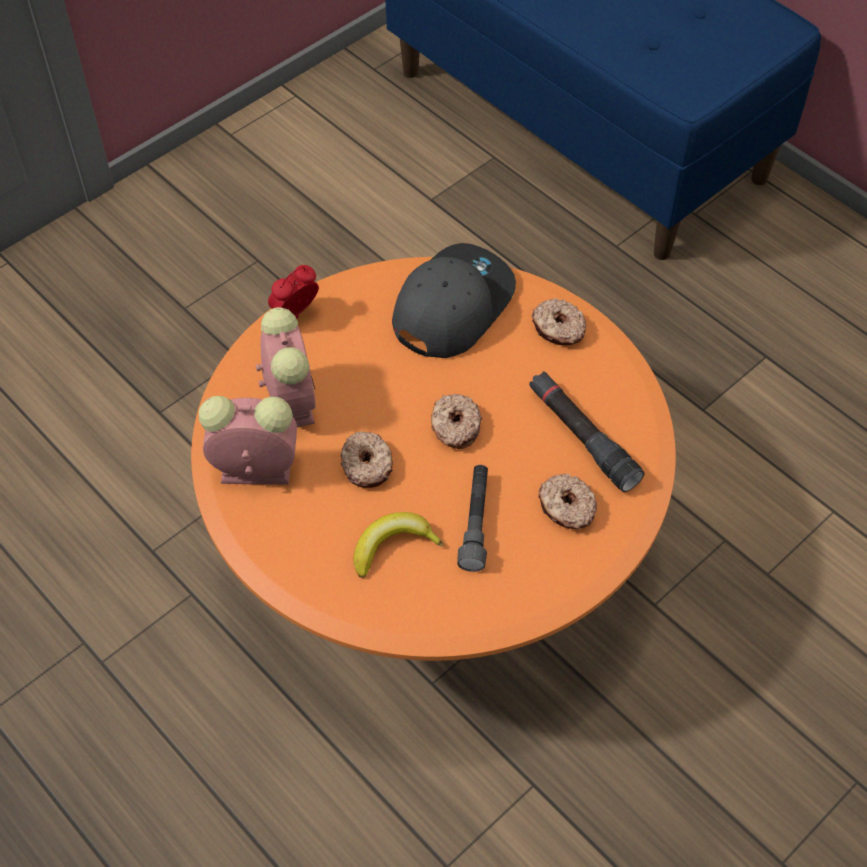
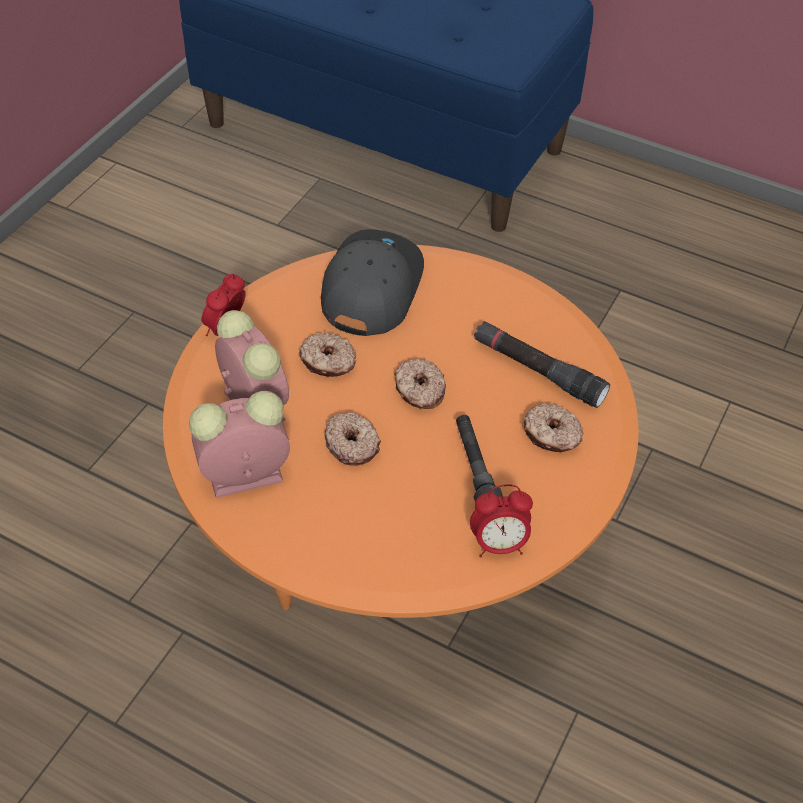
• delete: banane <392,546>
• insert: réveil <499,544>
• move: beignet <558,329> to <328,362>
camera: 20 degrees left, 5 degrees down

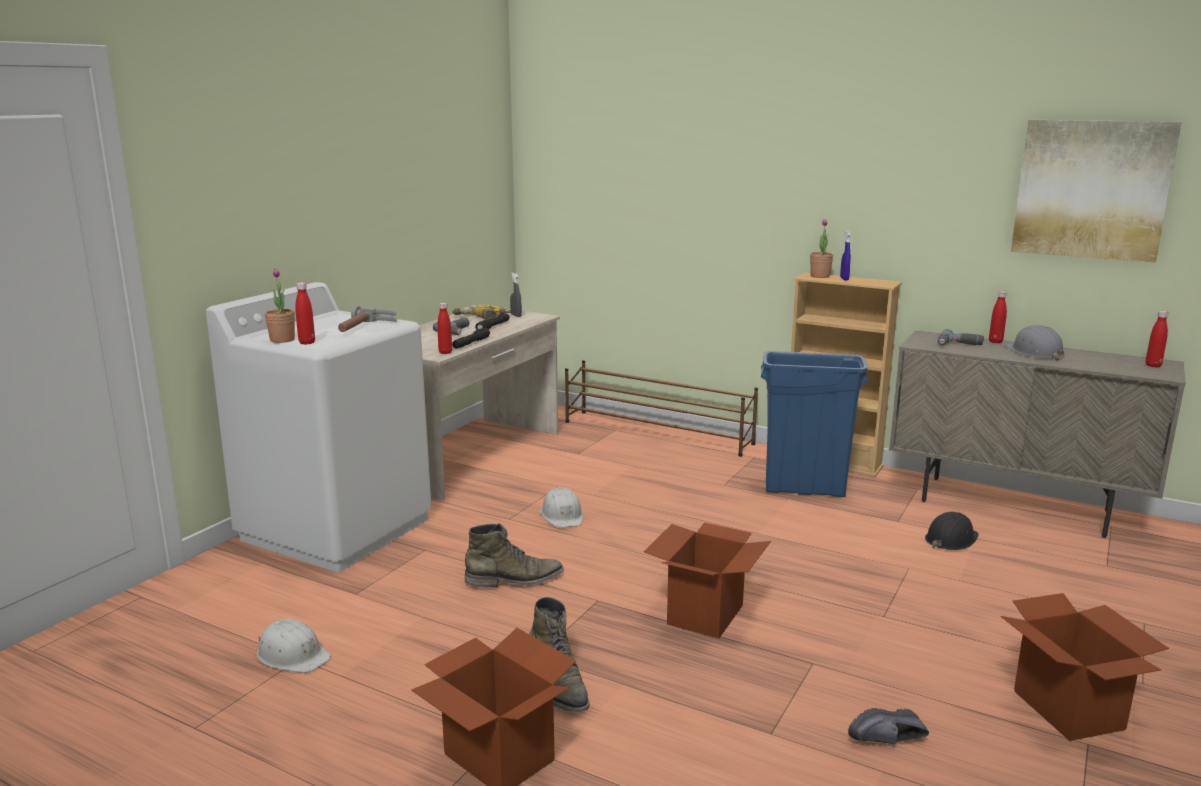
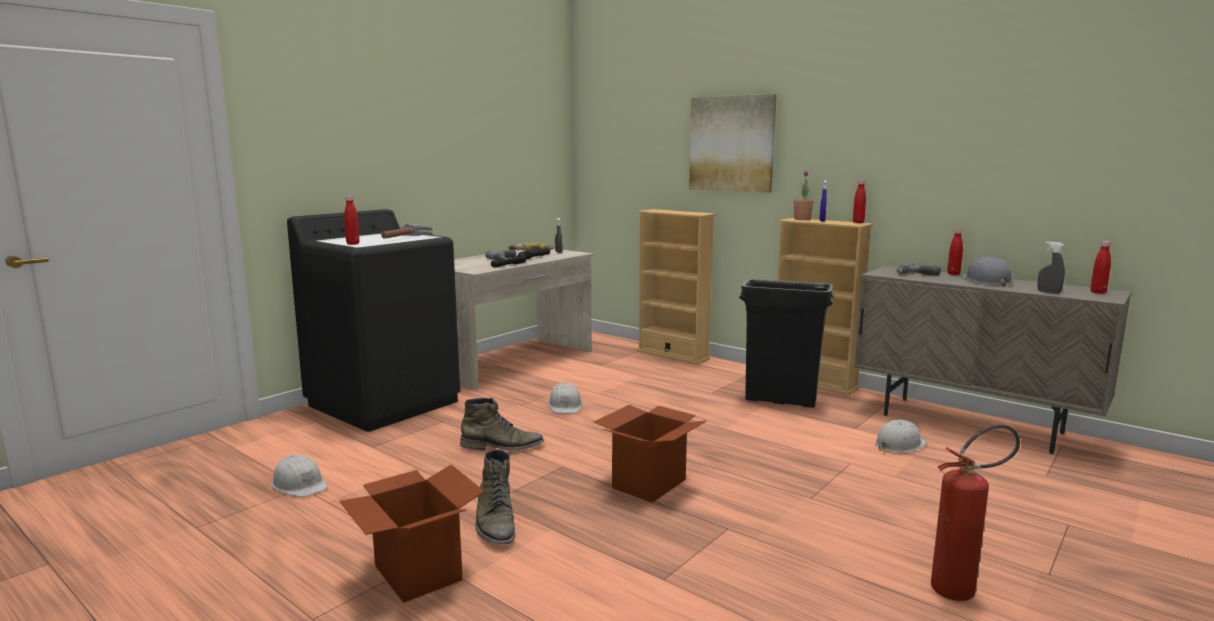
• delete: plante en pot <282,340>
• delete: chaussure/noir <889,742>
• insert: vaporisateur/gris <1048,292>
• move: bouteille/rouge <445,352> to <858,222>
• move: tableau <1091,189> to <732,144>
• replace: étagère à chaussures/marron <657,433> to bibliothèque/beige <673,355>
• replace: carton <1068,710> to extincteur <962,589>
• recolor: lave-linge/blanc <337,528> to lave-linge/noir <384,403>
• recolor: poubelle/bleu <804,489> to poubelle/noir <780,400>
• recolor: casque de chantier/noir <951,539> to casque de chantier/blanc <899,444>
camera: 10 degrees right, 5 degrees down

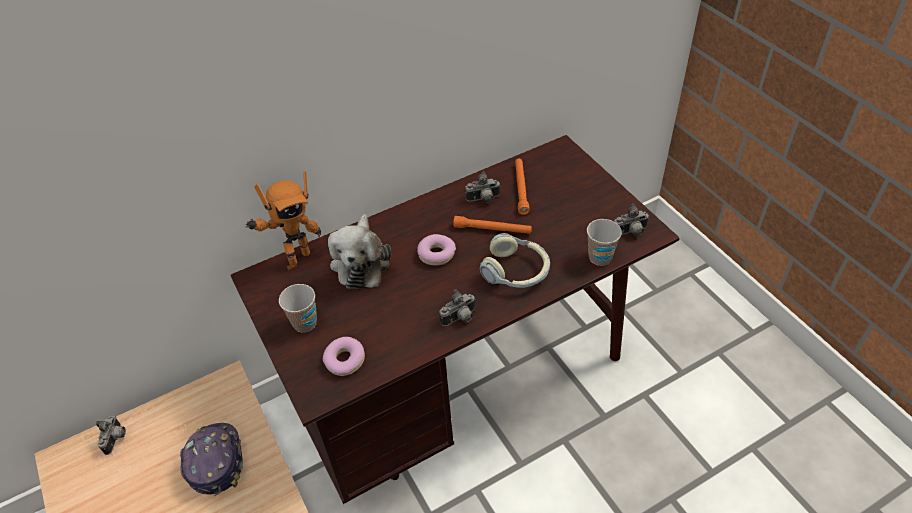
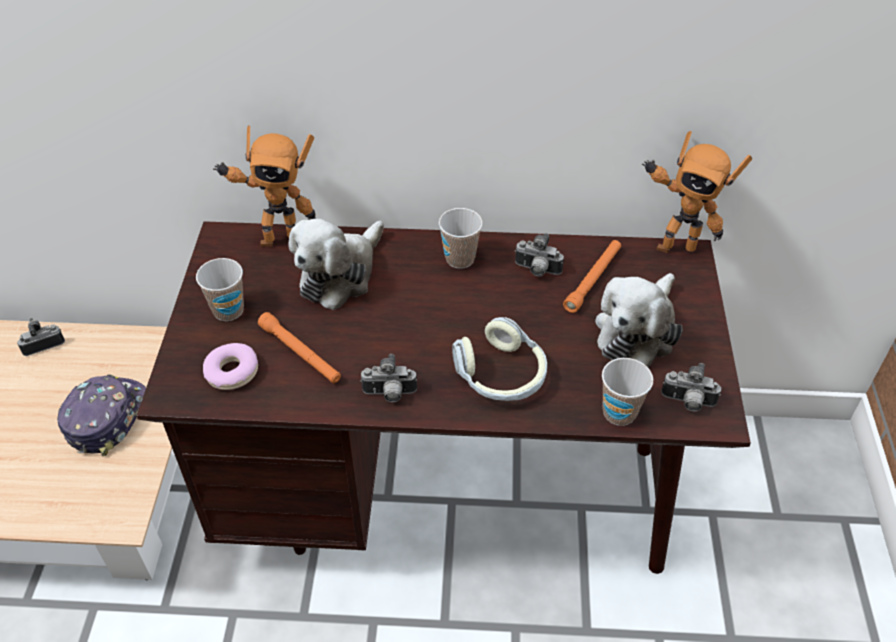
• delete: beignet <436,254>
• insert: tasse <460,259>
• insert: peluche <637,332>
• insert: robot jouet <675,245>
• move: lampe de poche/orange <492,229> to <300,353>
• rotate: appareil photo <116,439> = <43,345> 150 degrees counterclockwise
camera: 30 degrees right, 0 degrees up

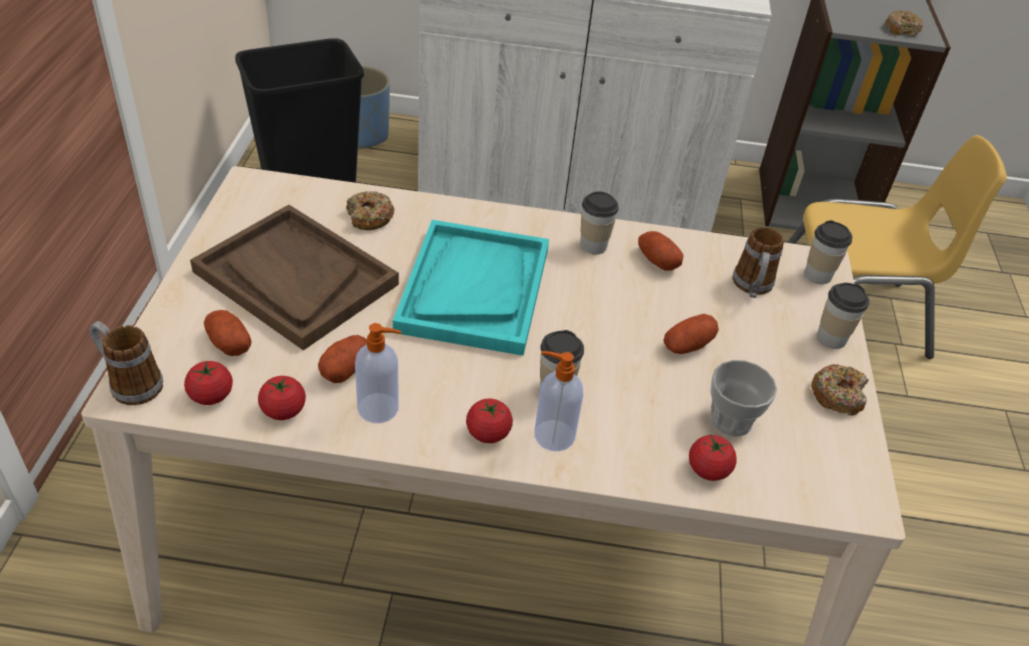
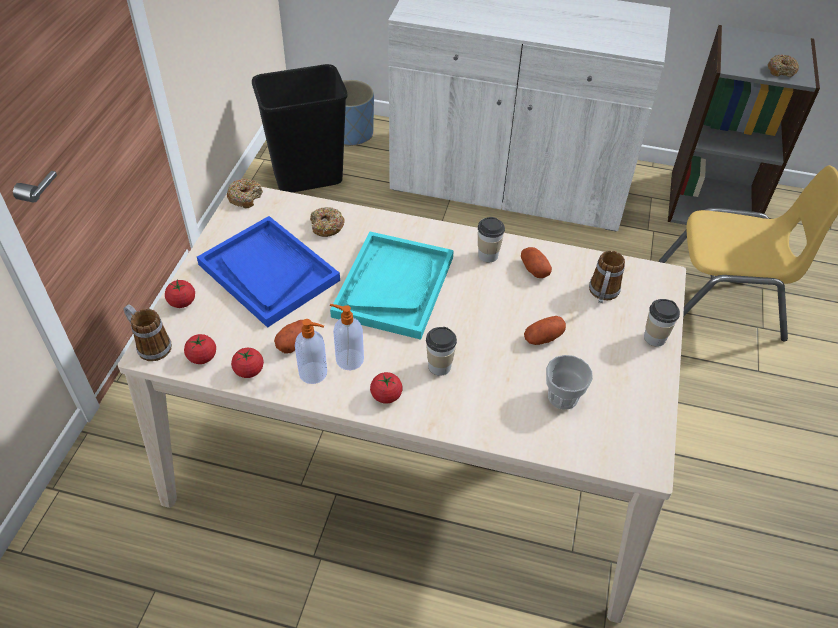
• delete: pomme de terre <229,343>
• delete: tasse <818,275>
• move: distributeur de savon <552,435> to <348,359>
• move: tomate <708,469> to <182,302>
• move: beignet <837,395> to <245,197>
• recolor: plateau/marron <295,278> to plateau/bleu <268,272>
camera: 10 degrees right, 5 degrees up

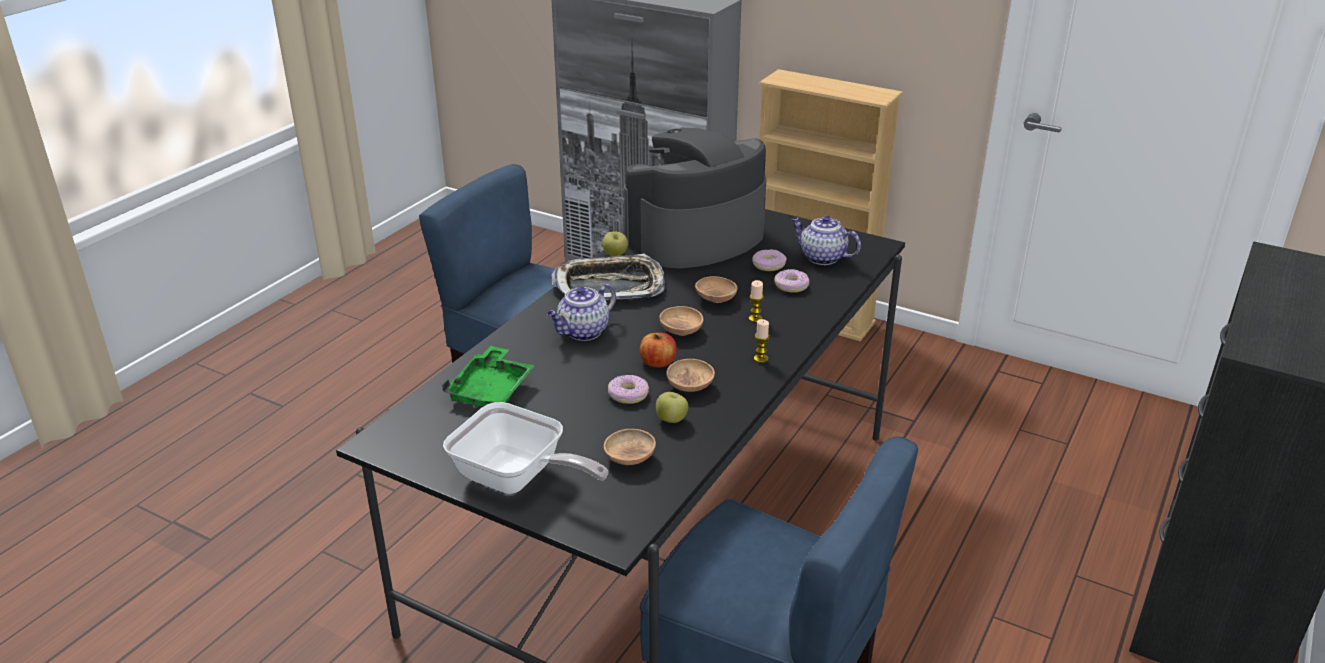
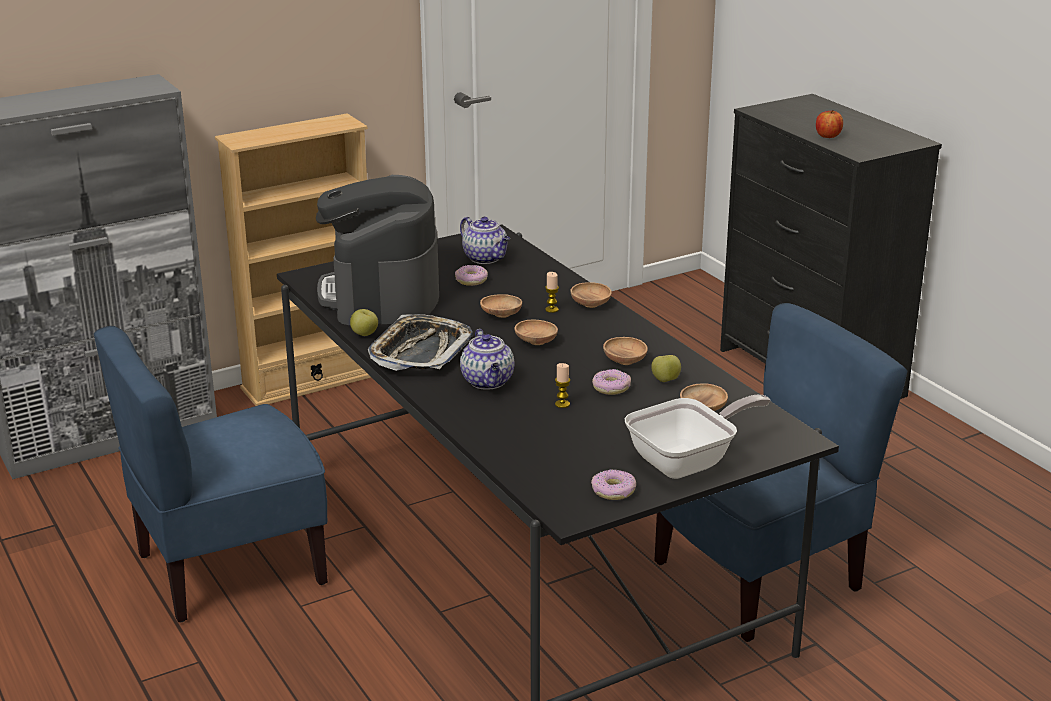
• delete: plateau/vert <492,390>
• insert: bol/marron <590,304>
• move: pomme <658,363> to <828,136>
• move: bougie <761,359> to <562,404>
• move: beignet <791,286> to <613,491>
• rotate: théière <821,257> = <486,258> 105 degrees counterclockwise
camera: 60 degrees left, 5 degrees down

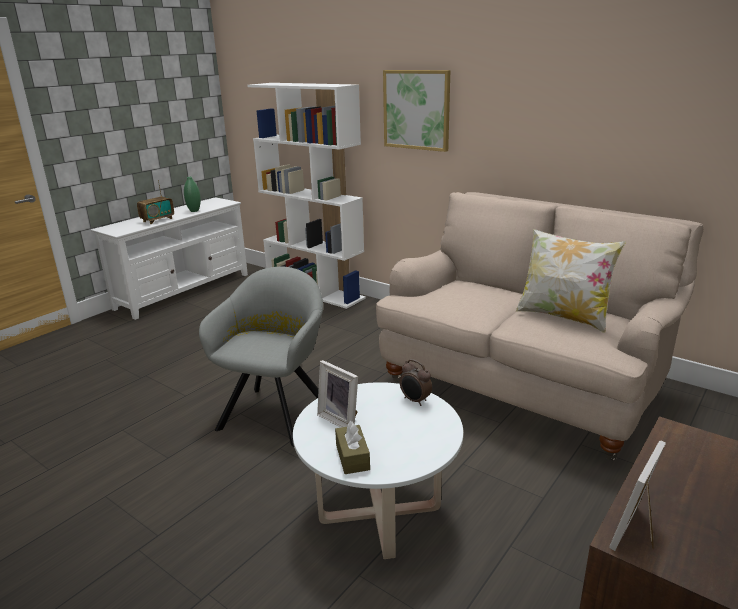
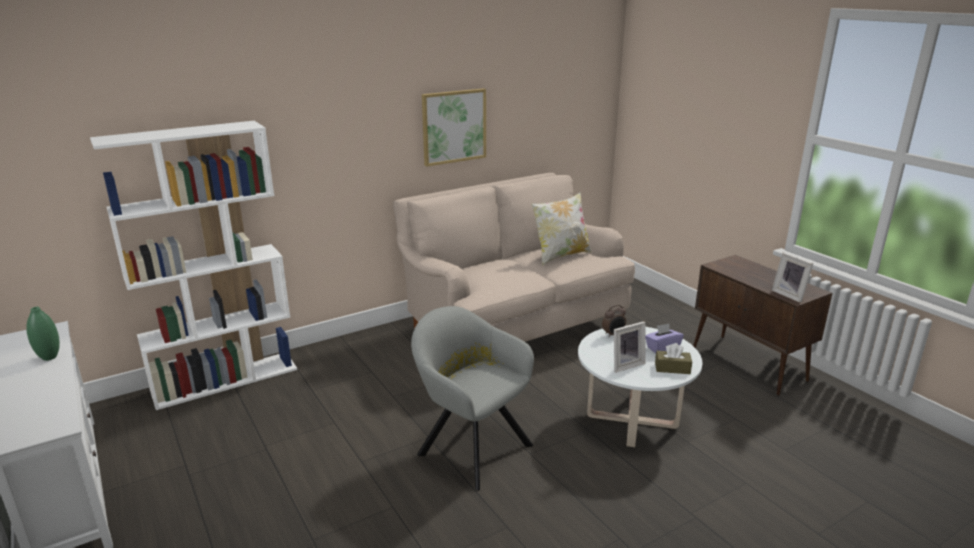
• delete: radio <157,220>
• insert: boîte à mouchoirs/violet <662,348>
• move: tableau <416,110> to <454,126>
camera: 70 degrees left, 0 degrees up

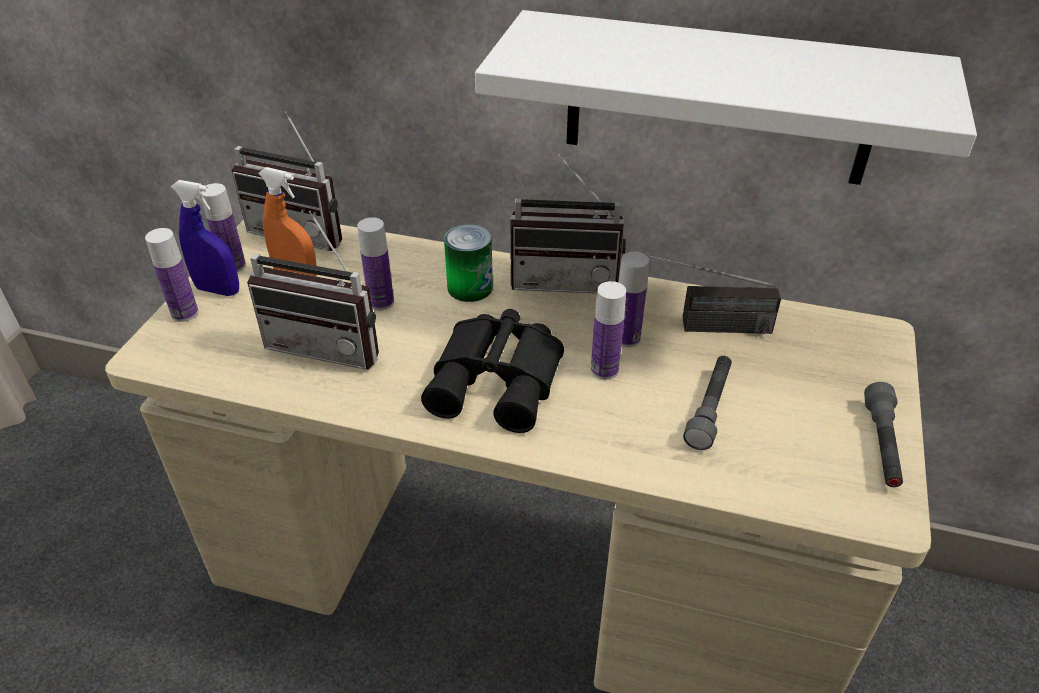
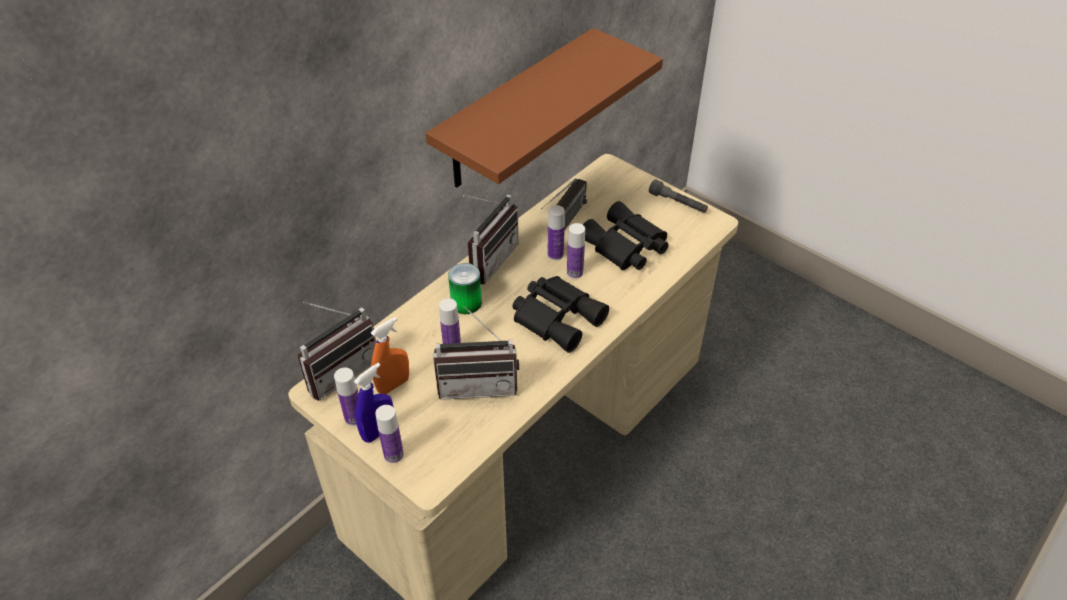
• replace: lampe de poche/gris <709,408> to jumelles/noir <625,246>
• recolor: étagère/blanc <718,100> to étagère/marron <515,111>
• rotate: radio <329,344> = <478,383> 45 degrees clockwise
camera: 65 degrees left, 5 degrees up

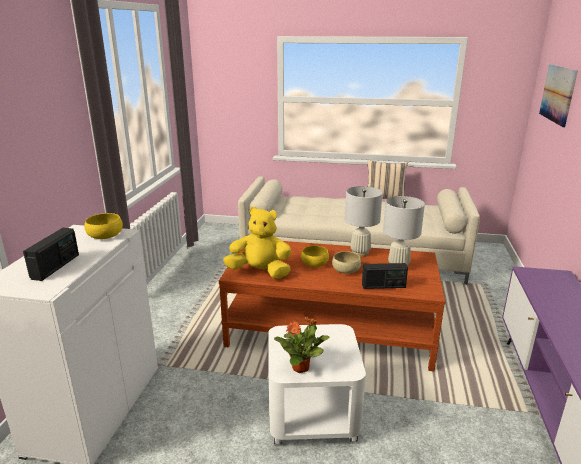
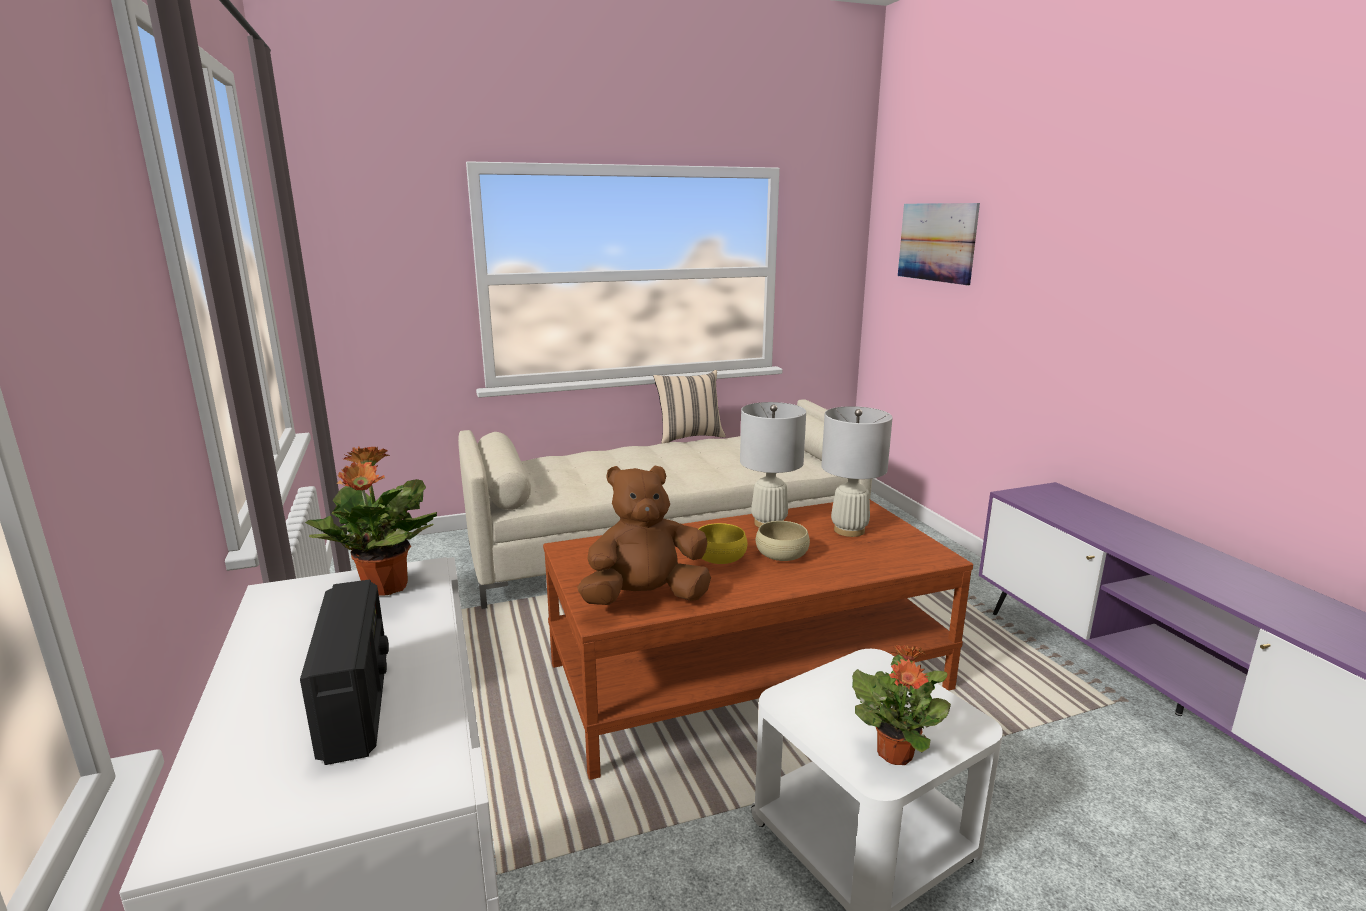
• delete: radio <383,286>
• replace: bol/jaune <105,235> to plante en pot <384,588>
• recolor: peluche/jaune <260,272> to peluche/marron <645,598>
camera: 30 degrees left, 5 degrees down

